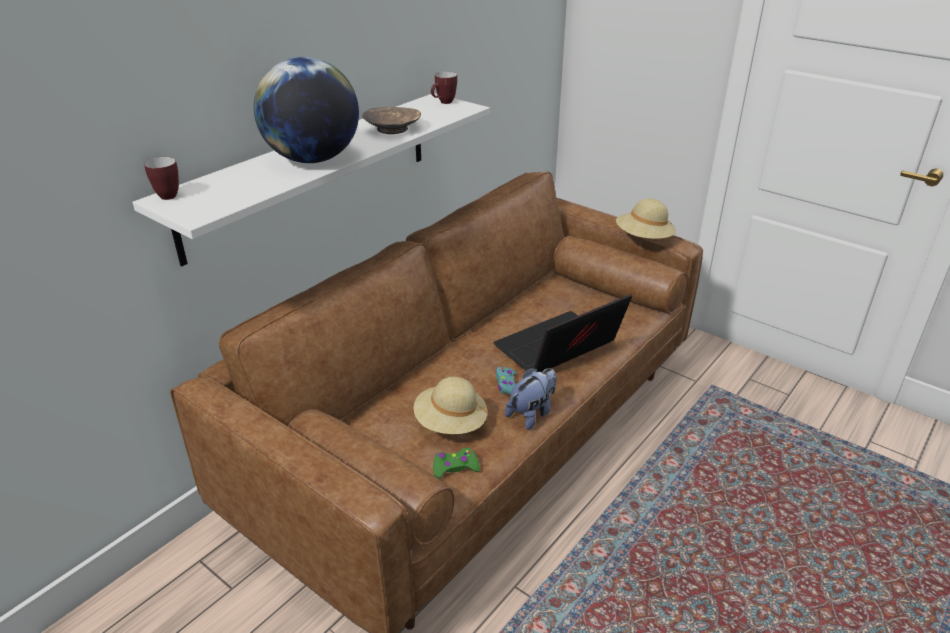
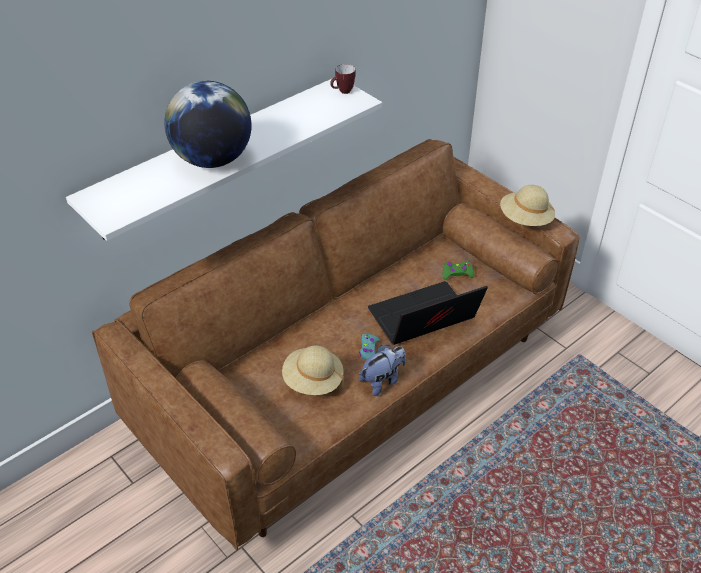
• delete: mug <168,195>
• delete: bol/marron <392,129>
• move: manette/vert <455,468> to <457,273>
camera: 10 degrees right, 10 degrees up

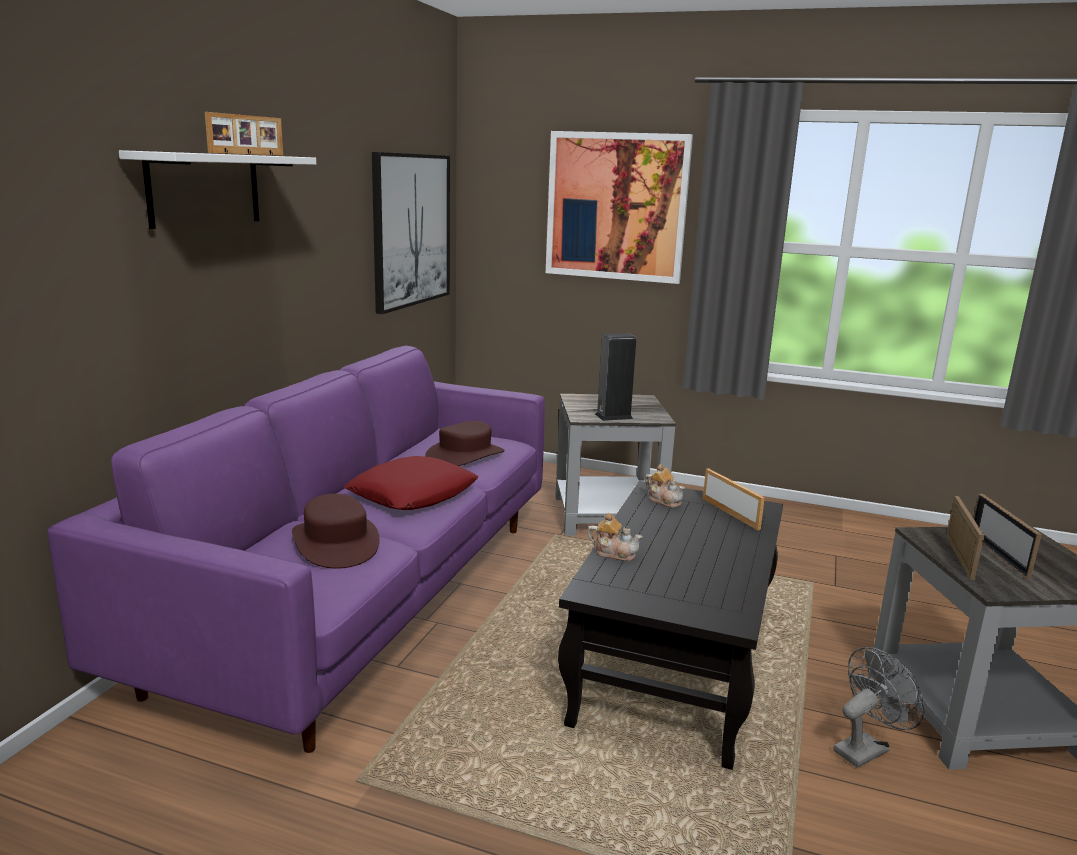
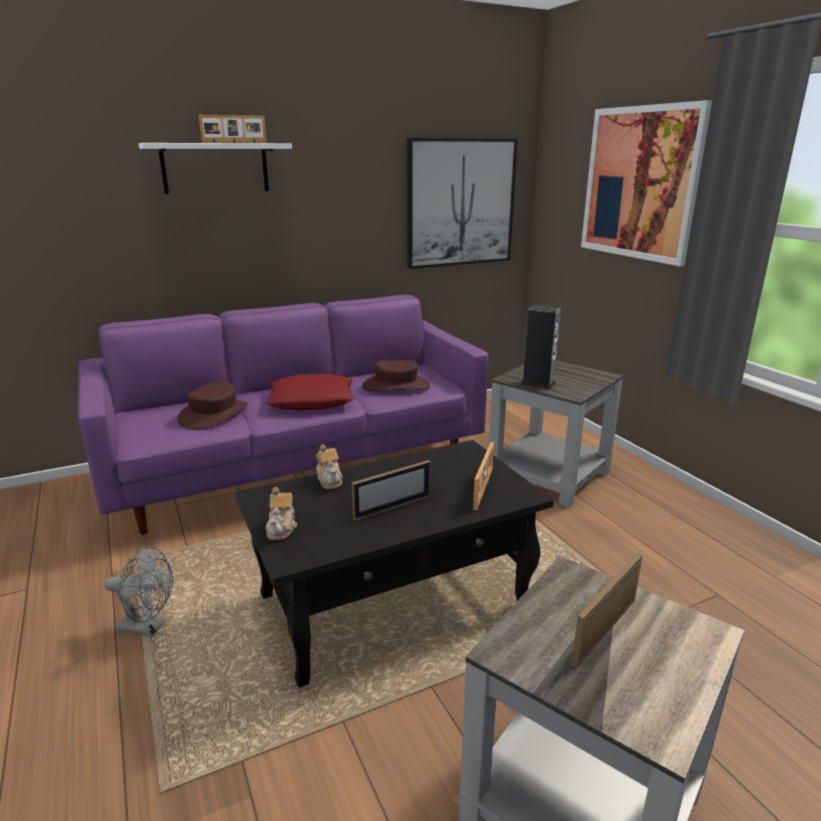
• move: théière <664,500> to <282,528>
• move: ventilateur/gris <866,748> to <148,627>
• move: cadre photo <959,557> to <393,507>
camera: 45 degrees right, 5 degrees up

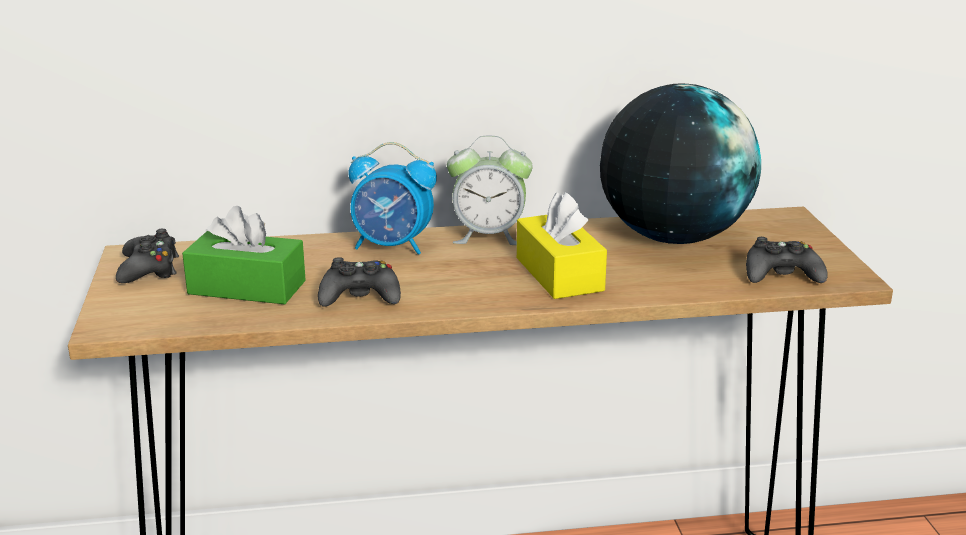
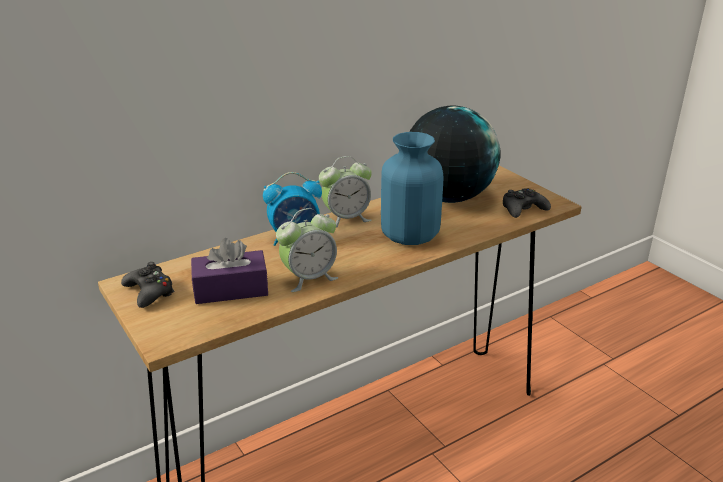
• replace: manette/noir <360,296> to réveil <309,278>
• replace: boîte à mouchoirs/jaune <559,274> to vase/bleu <409,235>
• recolor: boîte à mouchoirs/vert <247,287> to boîte à mouchoirs/violet <231,289>
camera: 25 degrees left, 5 degrees up

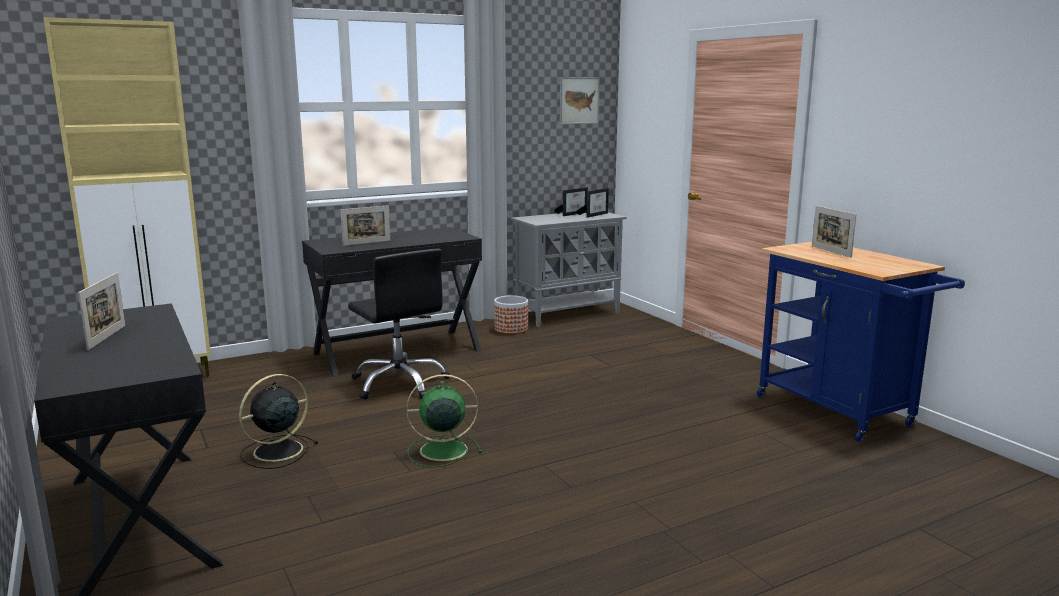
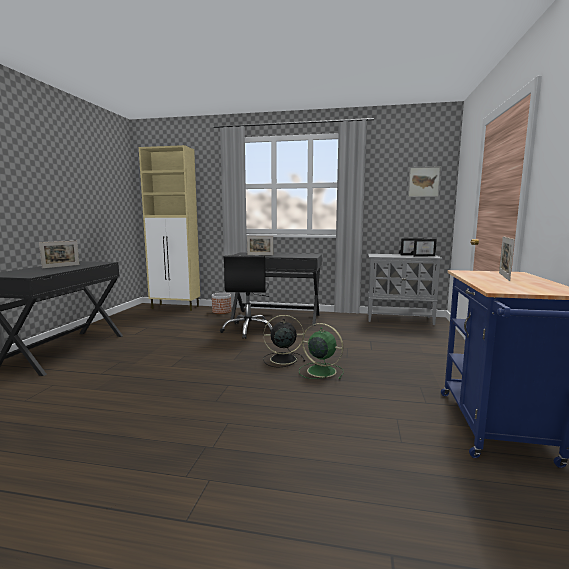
• move: ventilateur/noir <276,451> to <282,359>
• move: ventilateur/vert <441,450> to <320,371>
• move: cache-pot <511,329> to <221,311>
camera: 40 degrees right, 5 degrees down

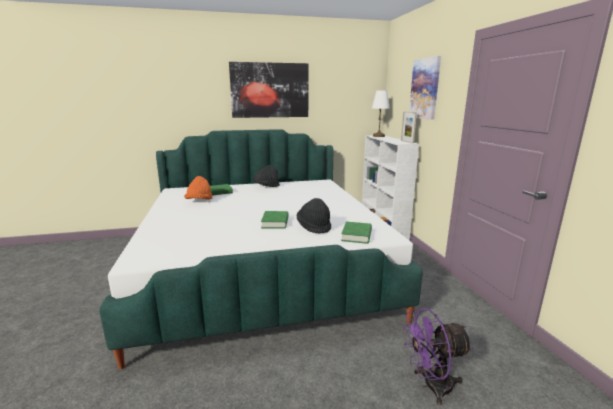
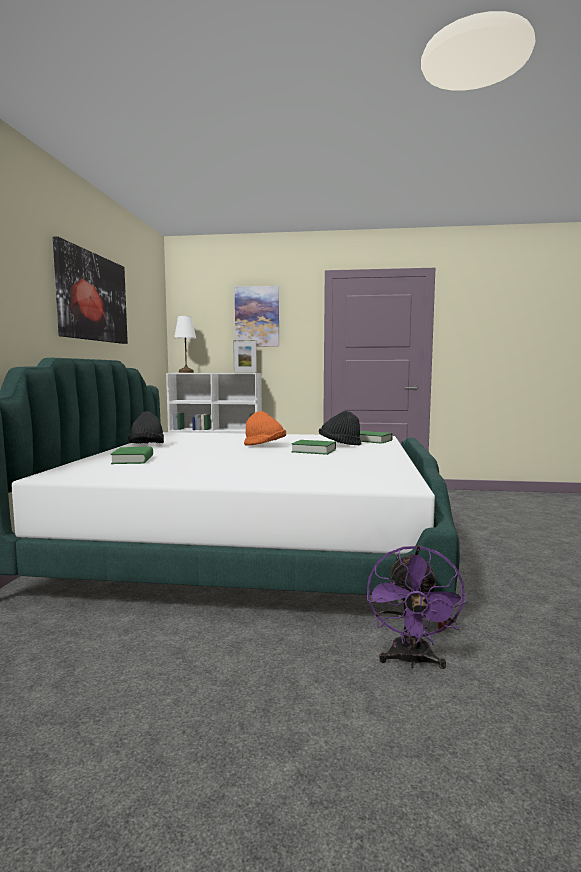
• move: chapeau/orange <199,201> to <265,446>
• move: ventilateur/violet <431,386> to <411,661>
camera: 70 degrees left, 10 degrees down

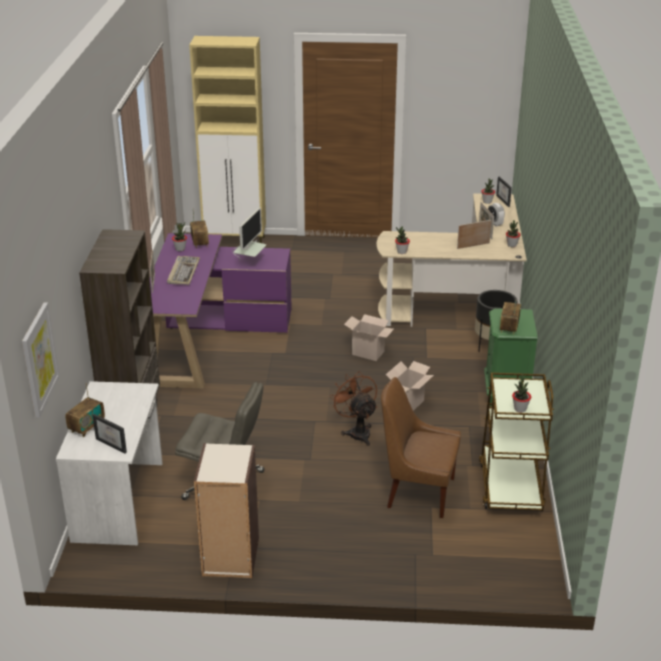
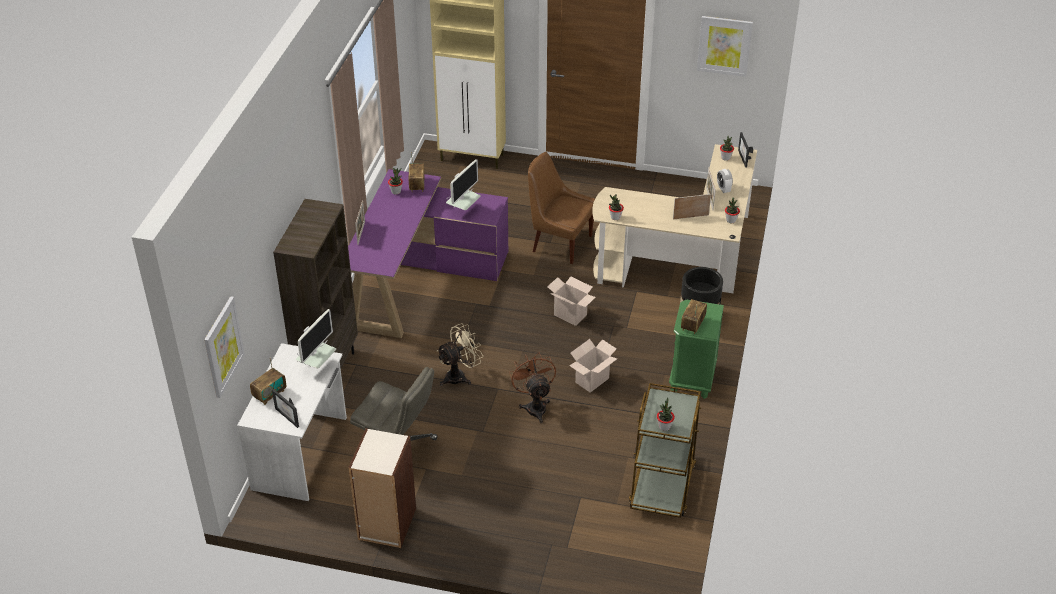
• delete: clavier <183,272>
• insert: écran d'ordinateur <317,366>
• insert: ventilateur/beige <460,376>
• insert: tableau <724,45>
• move: chaise/marron <417,492> to <559,243>
camera: 10 degrees right, 10 degrees up

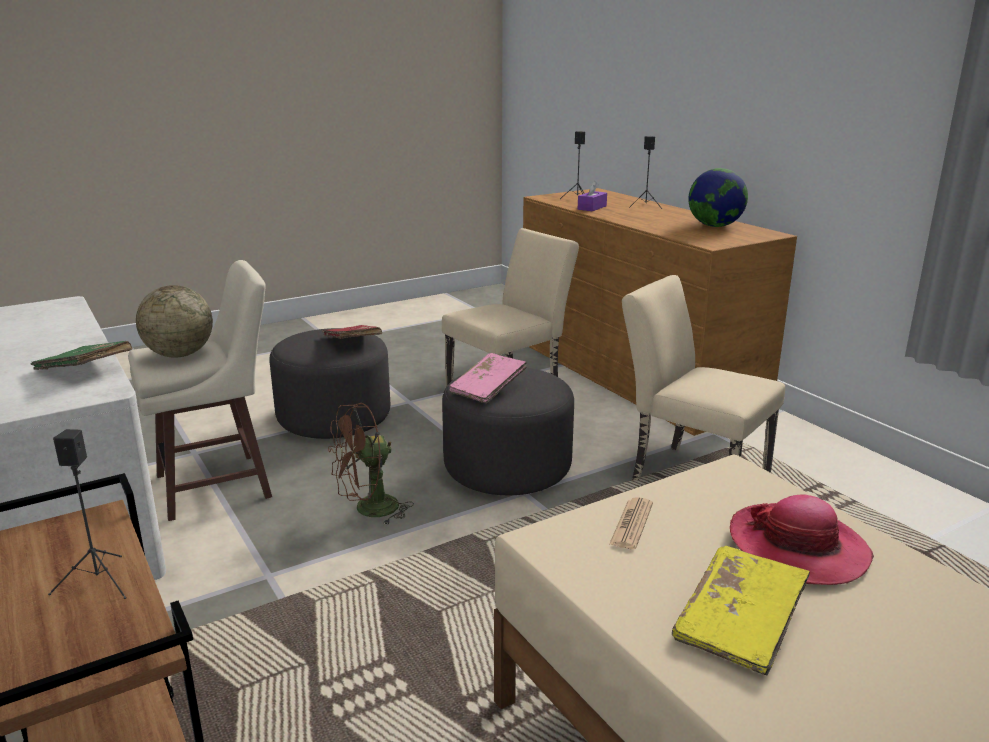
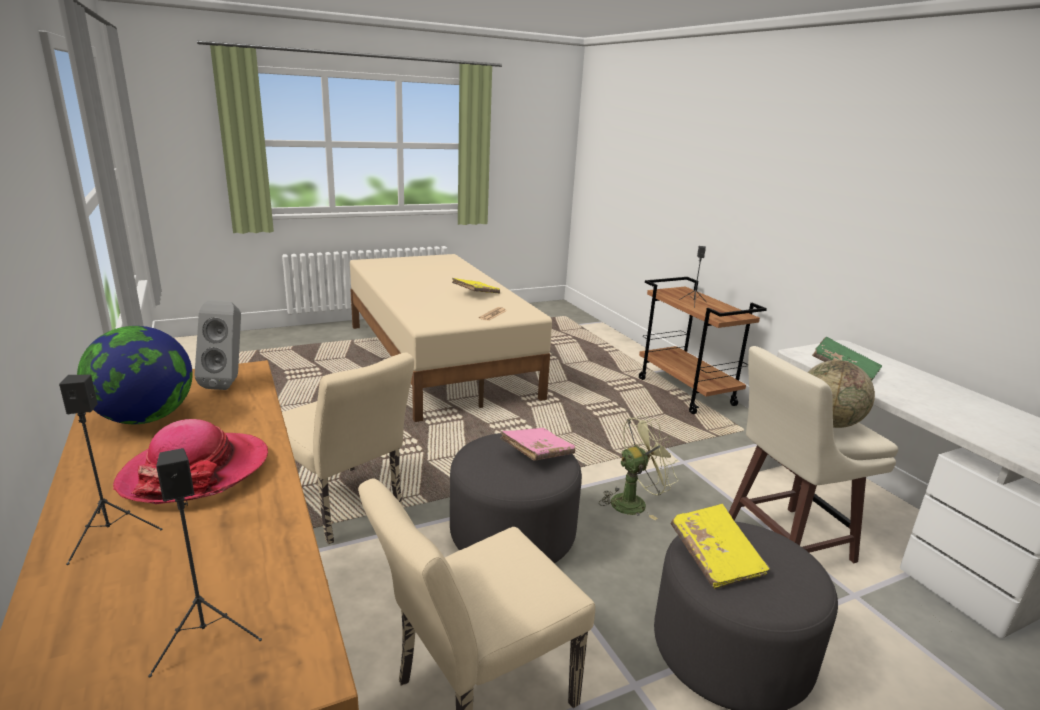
• delete: boîte à mouchoirs/violet <592,208>
• insert: enceinte/gris <228,382>
• move: chapeau <798,548> to <196,471>
• recolor: livre/rouge <352,342> to livre/jaune <715,557>
• recolor: ventilateur/marron <368,510> to ventilateur/vert <634,502>
camera: 175 degrees left, 0 degrees up

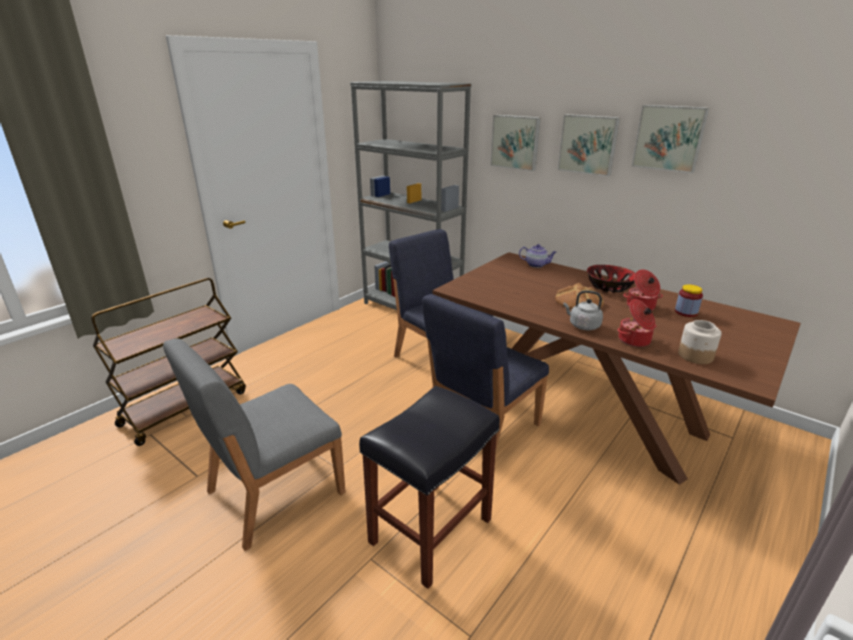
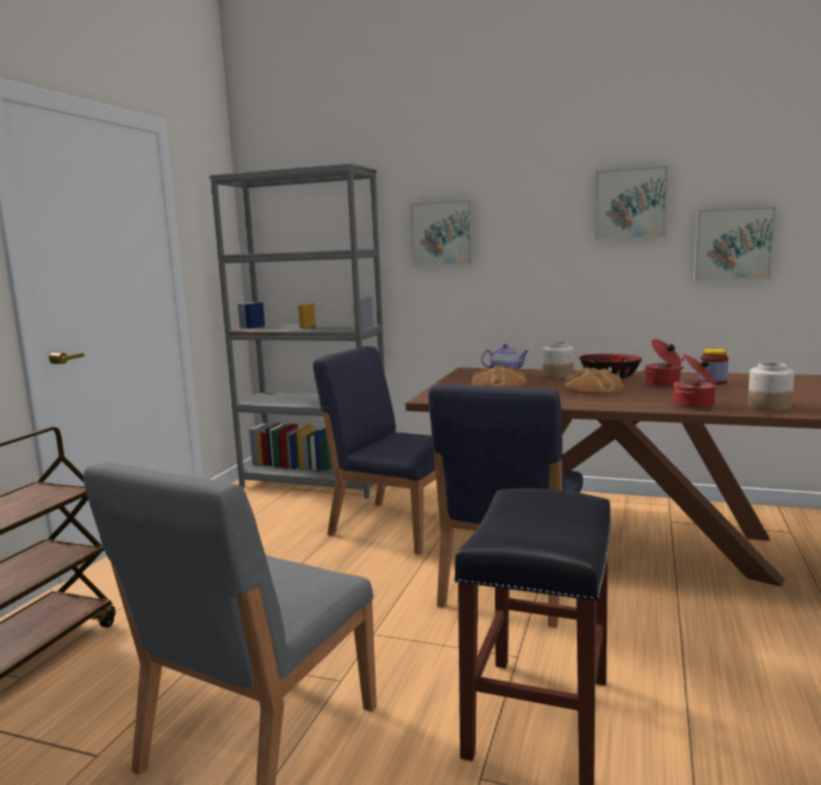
• delete: bouilloire/gris <582,326>
• insert: pain <498,386>
• insert: bocal <557,376>
• move: tableau <588,144> to <733,244>
camera: 20 degrees left, 15 degrees down

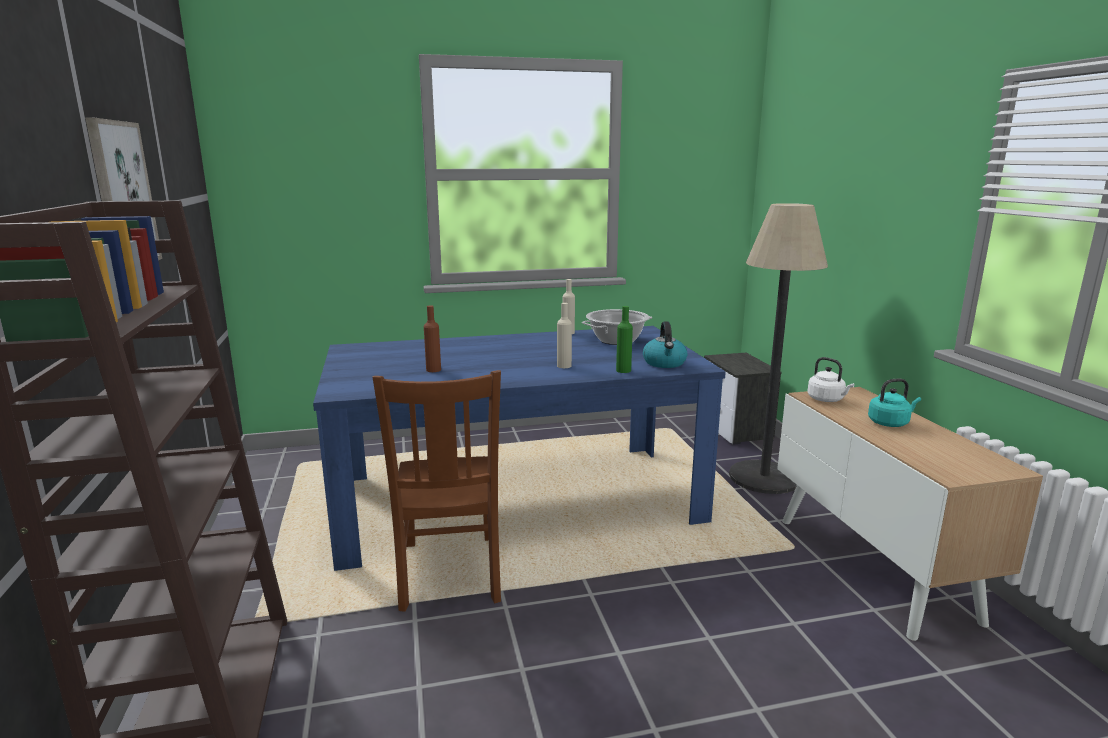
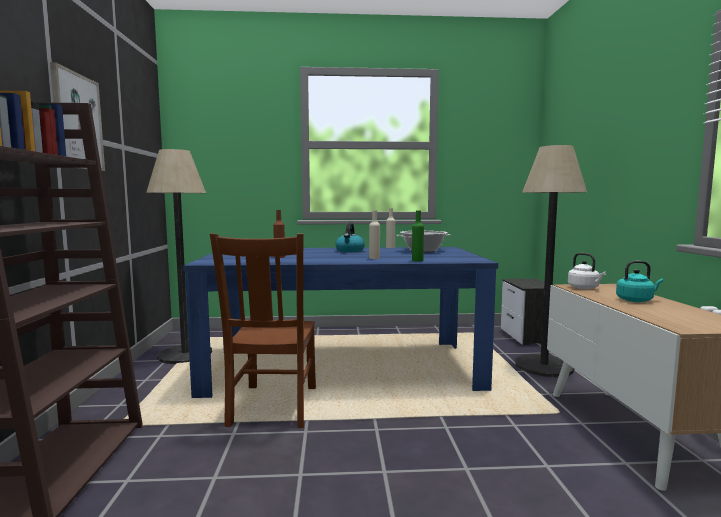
• insert: lampadaire <185,354>
• move: bouilloire <664,363> to <350,251>
camera: 10 degrees right, 10 degrees down

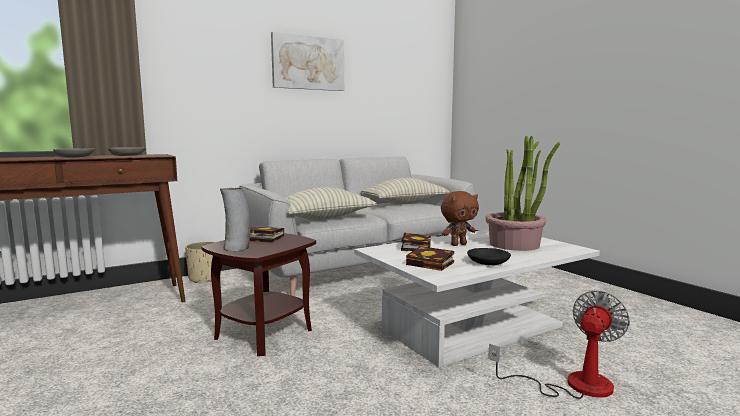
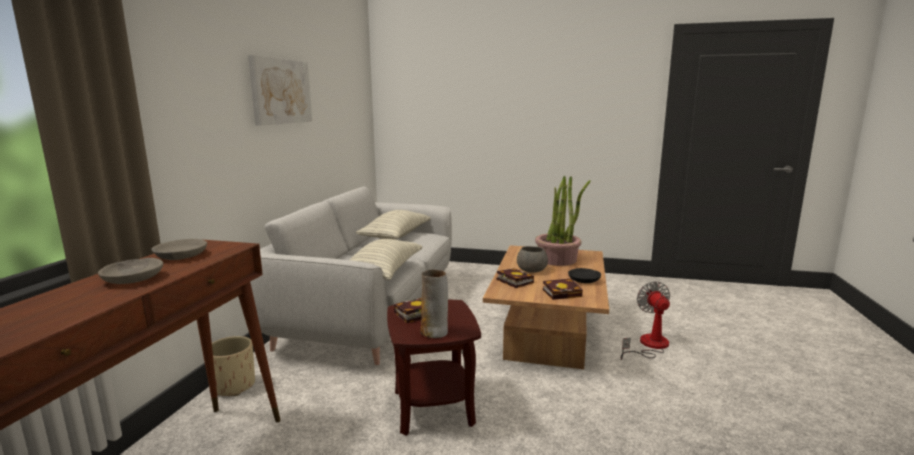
• replace: peluche/marron <458,244> to bol/gris <531,270>
• recolor: table basse/blanc <473,328> to table basse/marron <547,332>
camera: 45 degrees left, 5 degrees up

